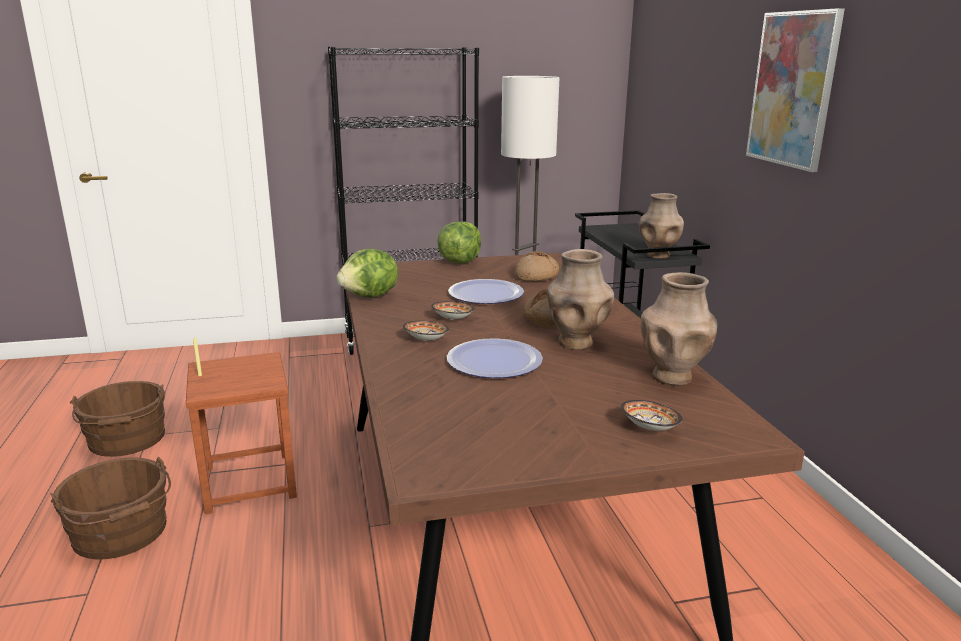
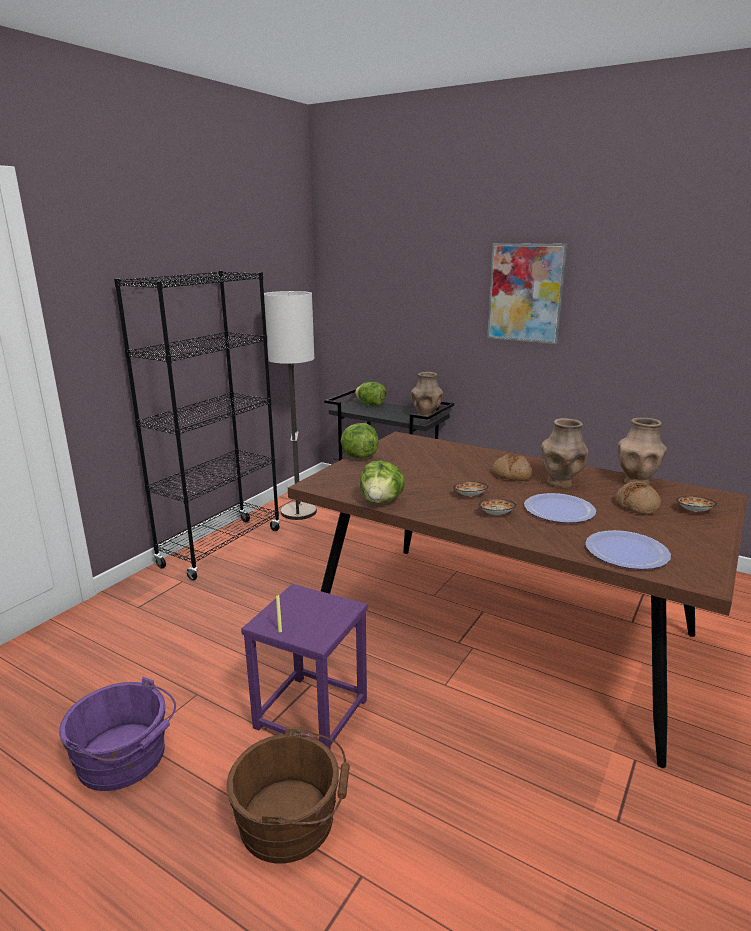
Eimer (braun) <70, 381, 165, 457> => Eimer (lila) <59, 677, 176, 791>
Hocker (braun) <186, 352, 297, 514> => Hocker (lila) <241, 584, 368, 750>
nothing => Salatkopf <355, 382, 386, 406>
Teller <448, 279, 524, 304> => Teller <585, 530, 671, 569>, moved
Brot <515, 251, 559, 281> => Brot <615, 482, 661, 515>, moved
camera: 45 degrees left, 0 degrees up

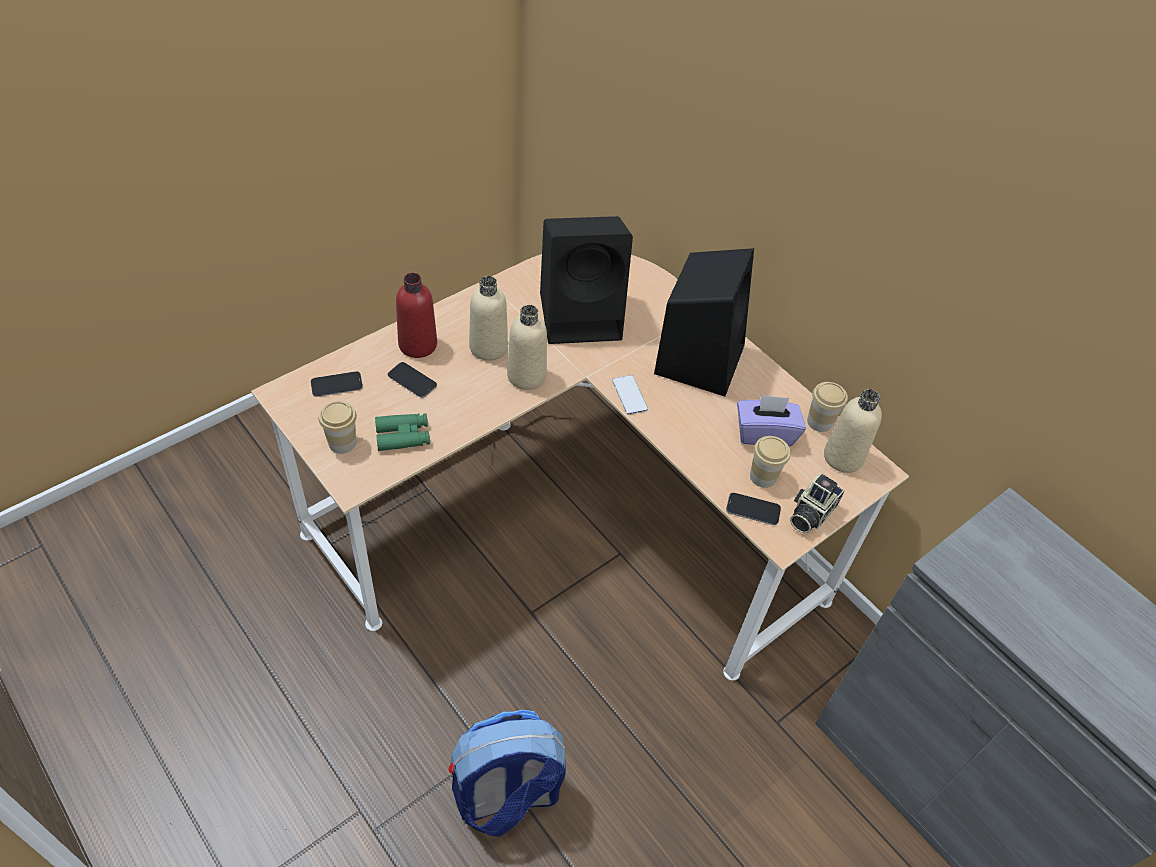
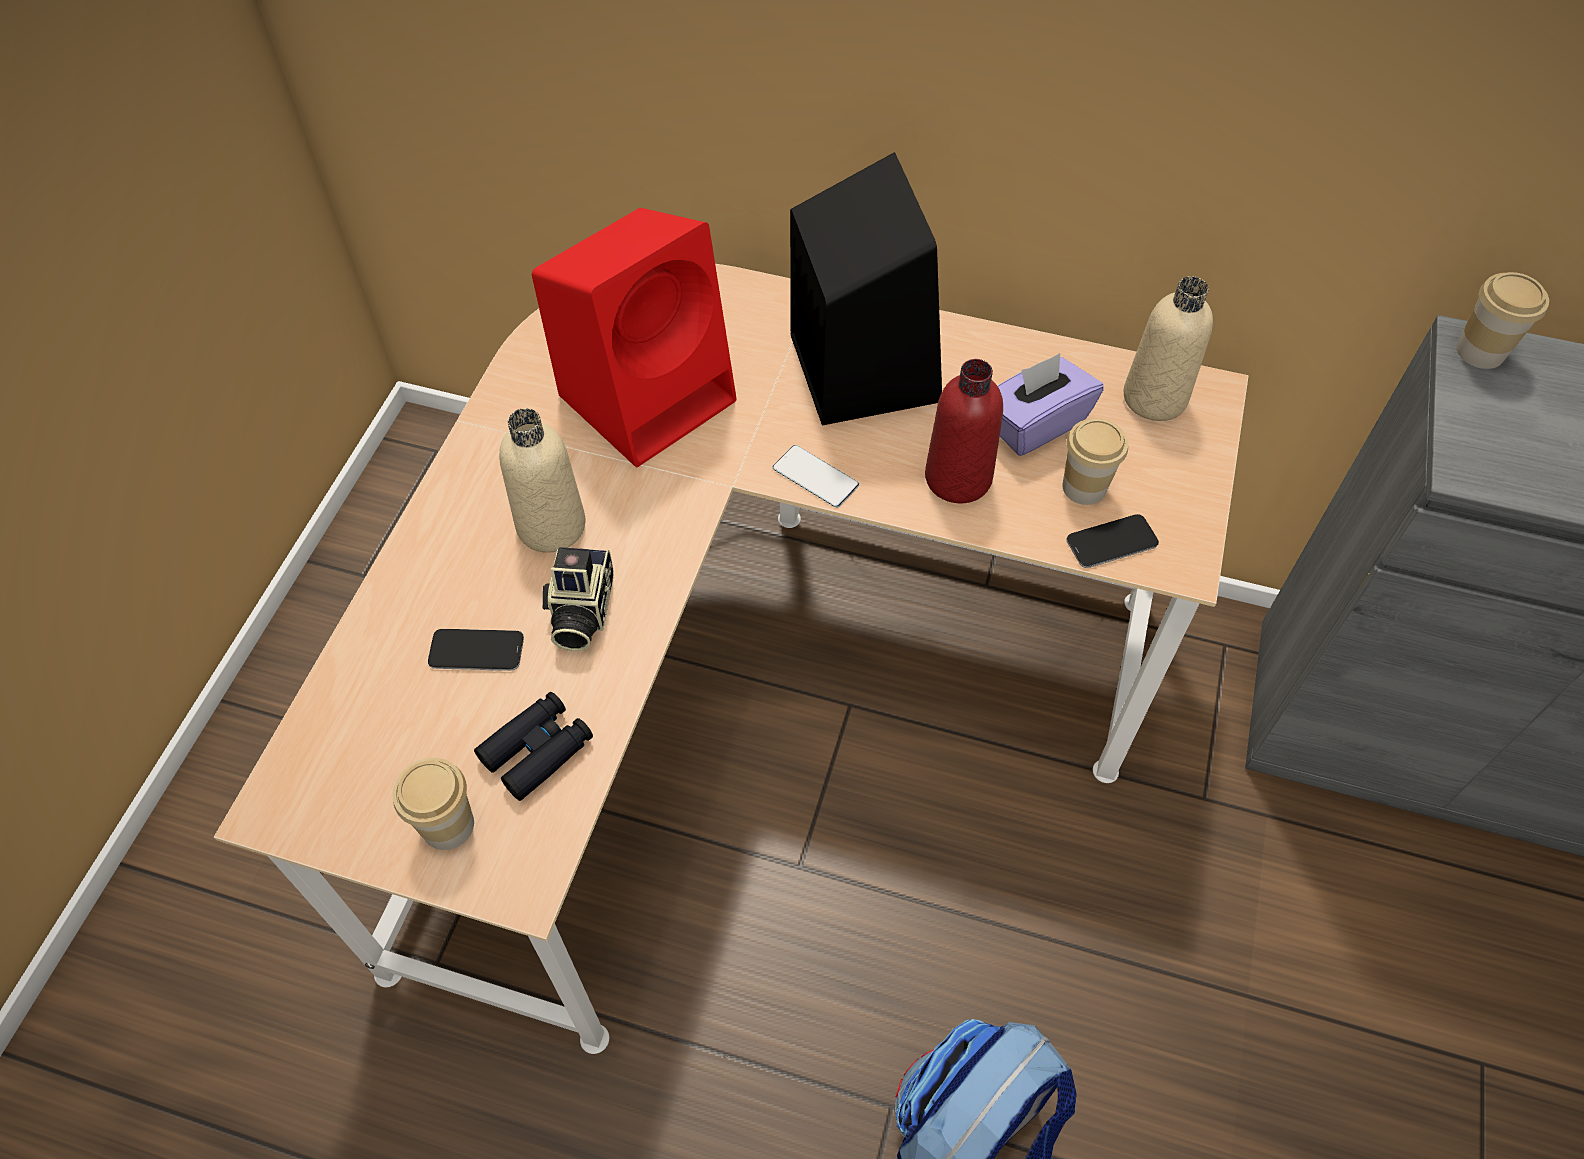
Fernglas (grün) <375, 413, 430, 451> => Fernglas (schwarz) <474, 692, 593, 801>
Lautsprecher (schwarz) <540, 216, 633, 344> => Lautsprecher (rot) <532, 208, 737, 468>
Kamera <790, 474, 845, 534> => Kamera <543, 547, 614, 651>, moved
Flasche (rot) <396, 273, 437, 358> => Flasche (rot) <925, 359, 1003, 503>, moved
Tasse <807, 382, 848, 432> => Tasse <1456, 272, 1549, 369>, moved
Handy <311, 371, 363, 397> => nothing
Flasche (beige) <507, 305, 547, 390> => nothing
camera: 30 degrees left, 5 degrees up

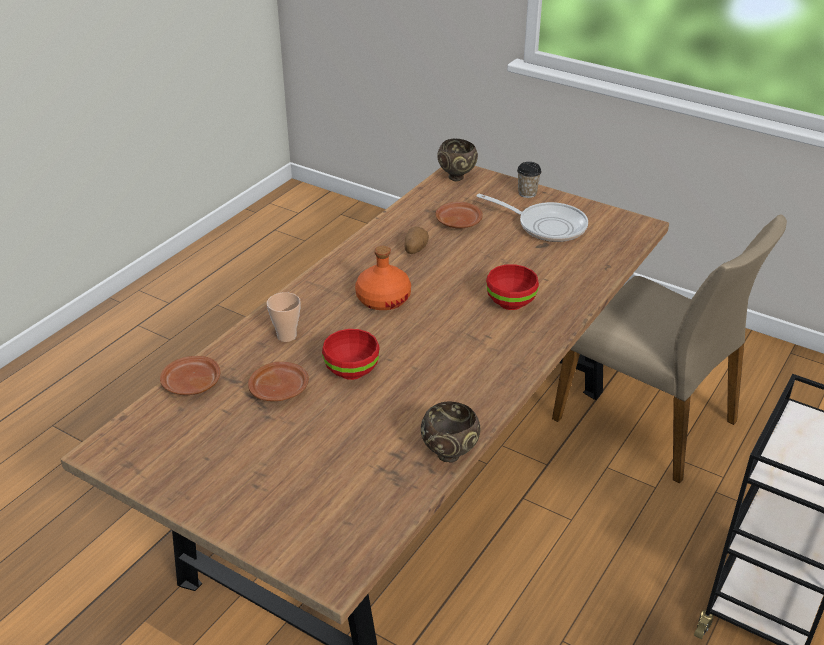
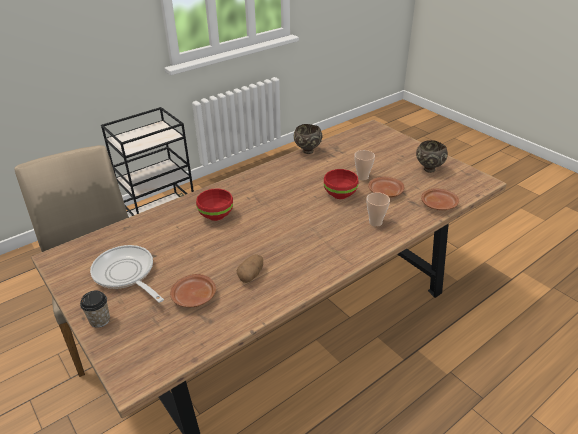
nothing => Tasse <354, 150, 375, 180>
Schüssel (braun) <437, 139, 478, 181> => Schüssel (braun) <416, 140, 448, 173>, moved
Flasche (orange) <355, 246, 411, 310> => nothing
camera: 160 degrees left, 0 degrees up

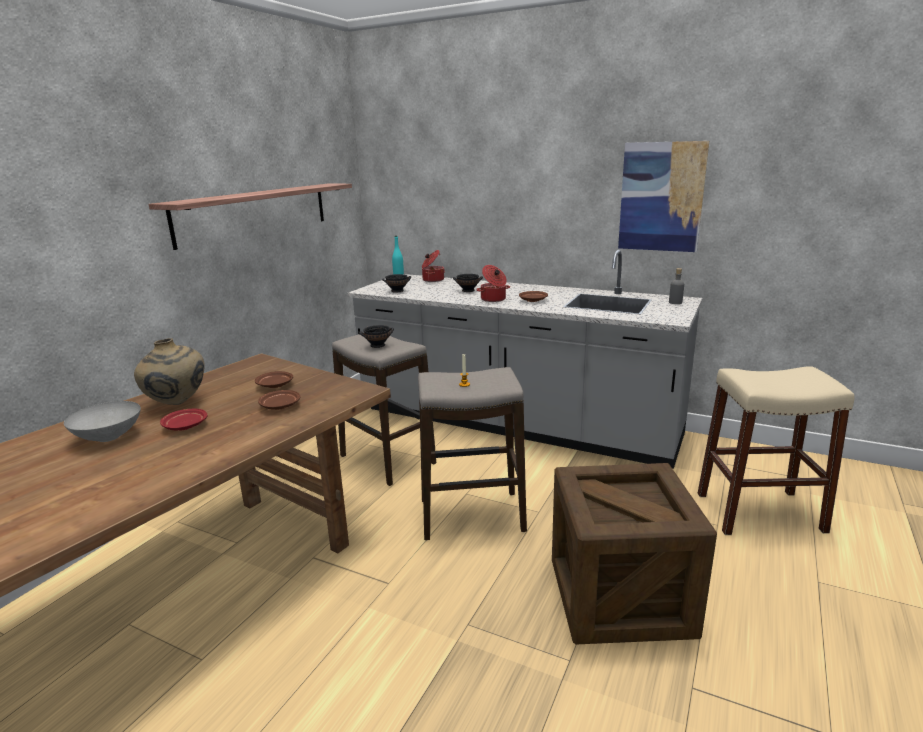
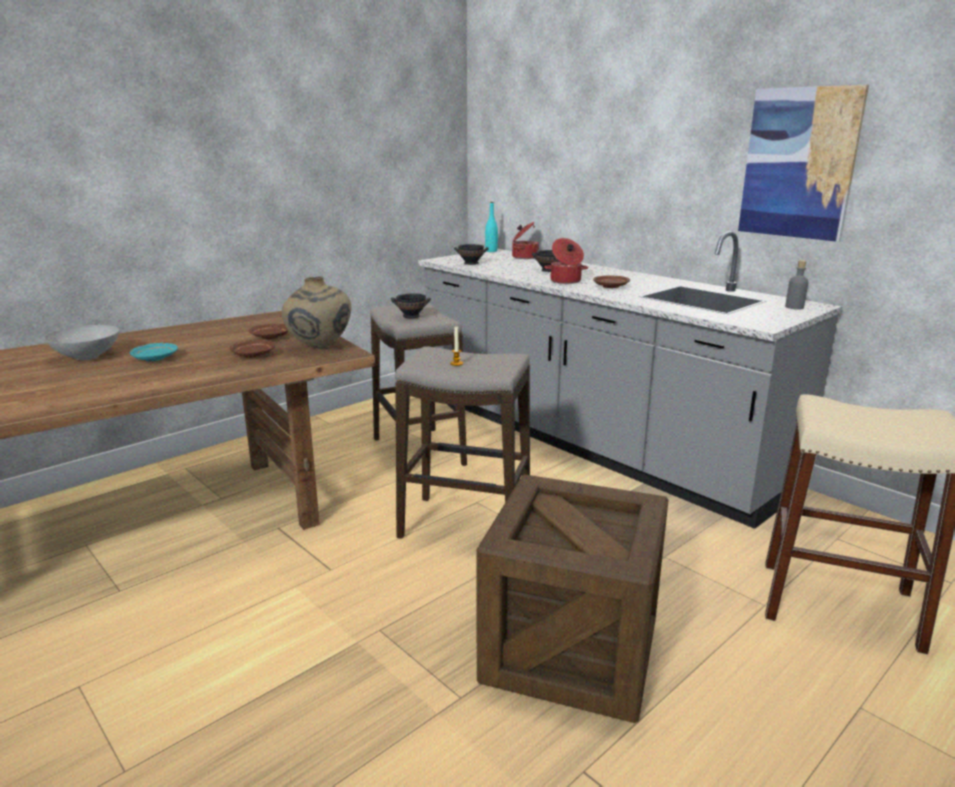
Teller (rot) <160, 409, 207, 430> => Teller (türkis) <130, 343, 178, 361>
Vase (beige) <134, 338, 205, 405> => Vase (beige) <282, 276, 352, 349>, moved
Wandregal <148, 184, 352, 250> => nothing
camera: 20 degrees right, 0 degrees up

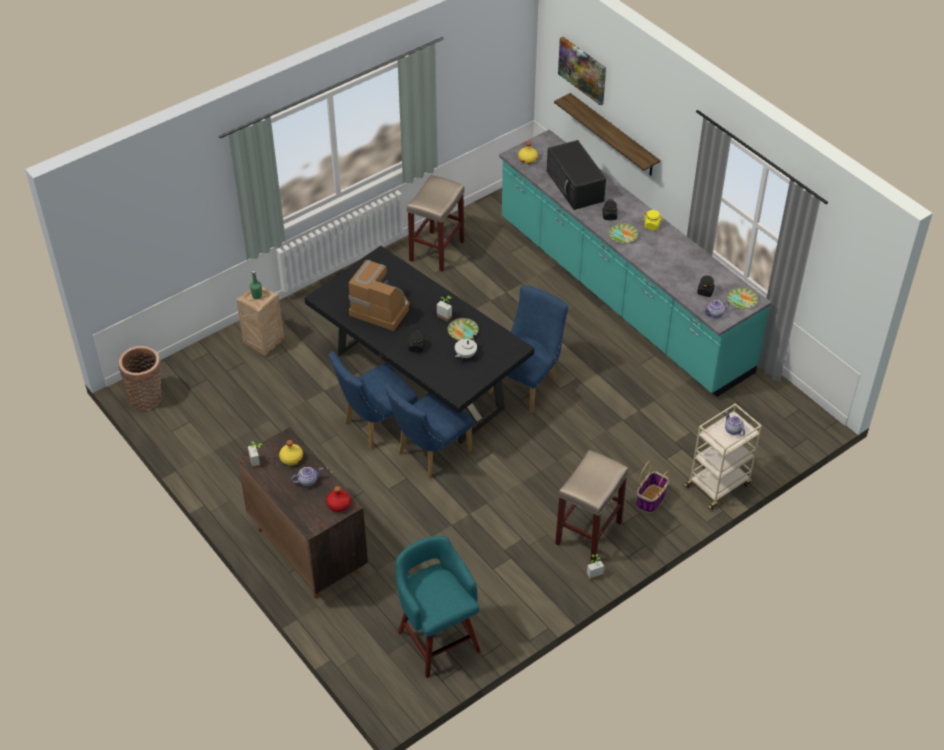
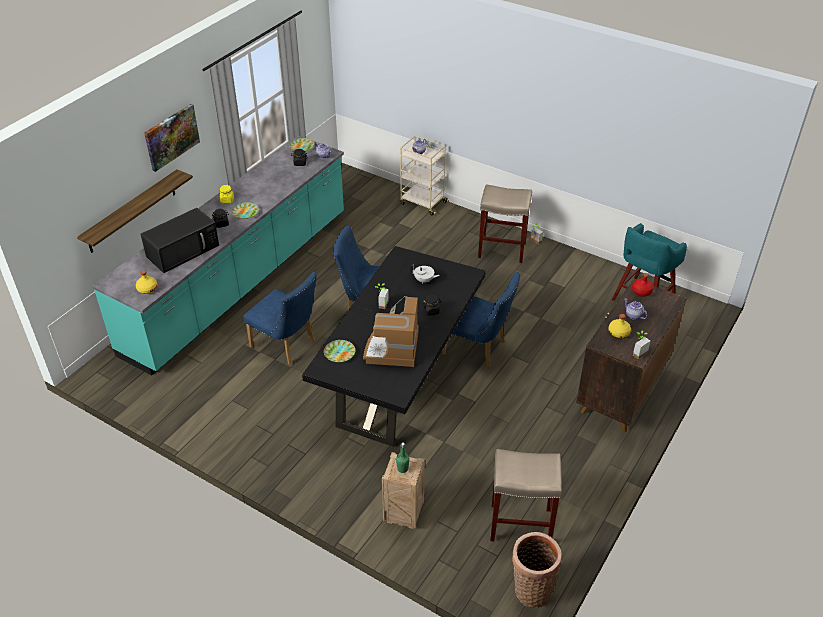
Bild <558, 37, 606, 106> => Bild <144, 104, 200, 172>, moved
Stuhl (blau) <329, 351, 417, 449> => Stuhl (blau) <243, 272, 317, 365>, moved
Teller <447, 318, 479, 340> => Teller <324, 340, 355, 362>, moved
Hocker (beige) <407, 175, 465, 272> => Hocker (beige) <490, 449, 562, 541>, moved
Korb <636, 461, 670, 513> => nothing
camera: 110 degrees left, 5 degrees down

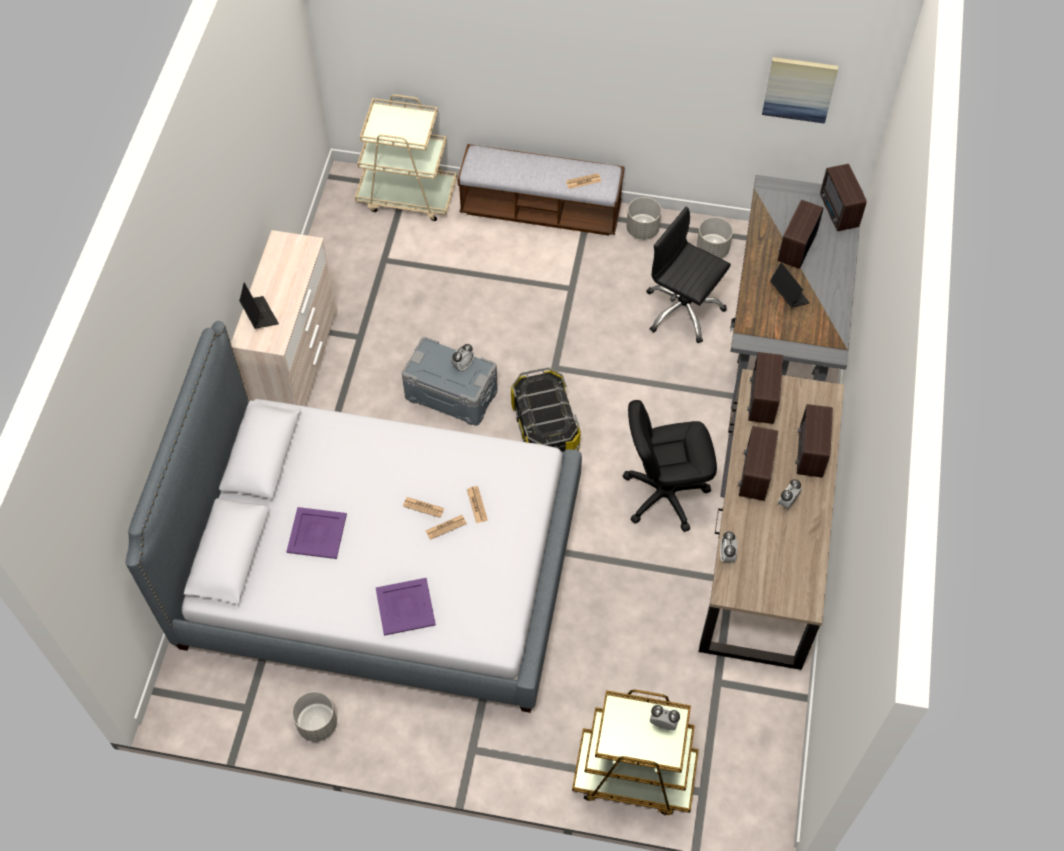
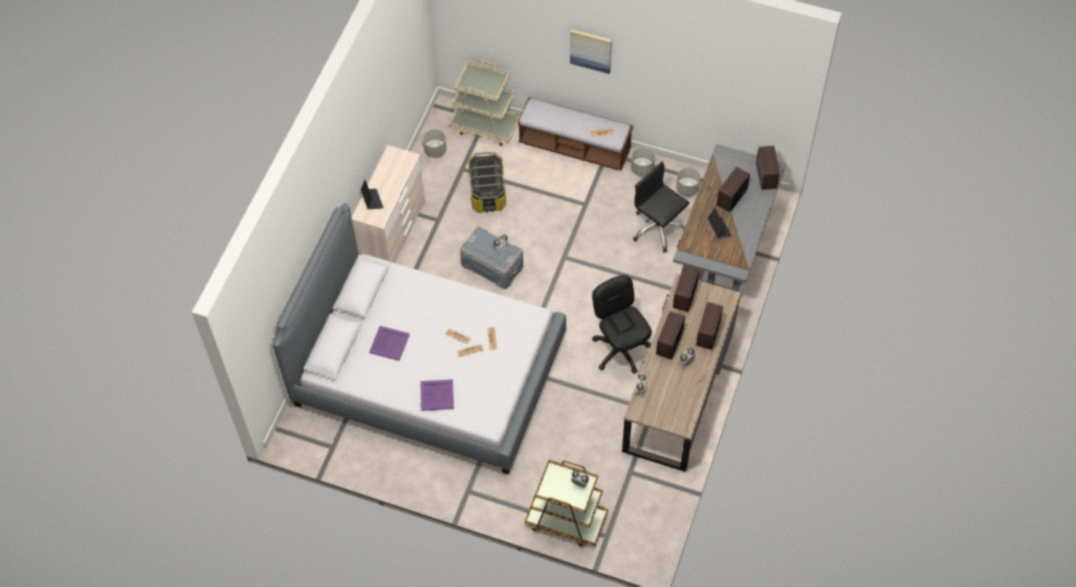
Pflanzkübel (grau) <292, 691, 337, 742> => Pflanzkübel (grau) <423, 129, 447, 158>, moved
Aufbewahrungsbox <511, 367, 581, 452> => Aufbewahrungsbox <468, 152, 506, 212>, moved
Bild <762, 57, 838, 124> => Bild <570, 29, 612, 74>, moved
Bürostuhl (schwarz) <623, 400, 717, 532> => Bürostuhl (schwarz) <592, 275, 652, 374>, 60 degrees clockwise
camera: 10 degrees right, 0 degrees up

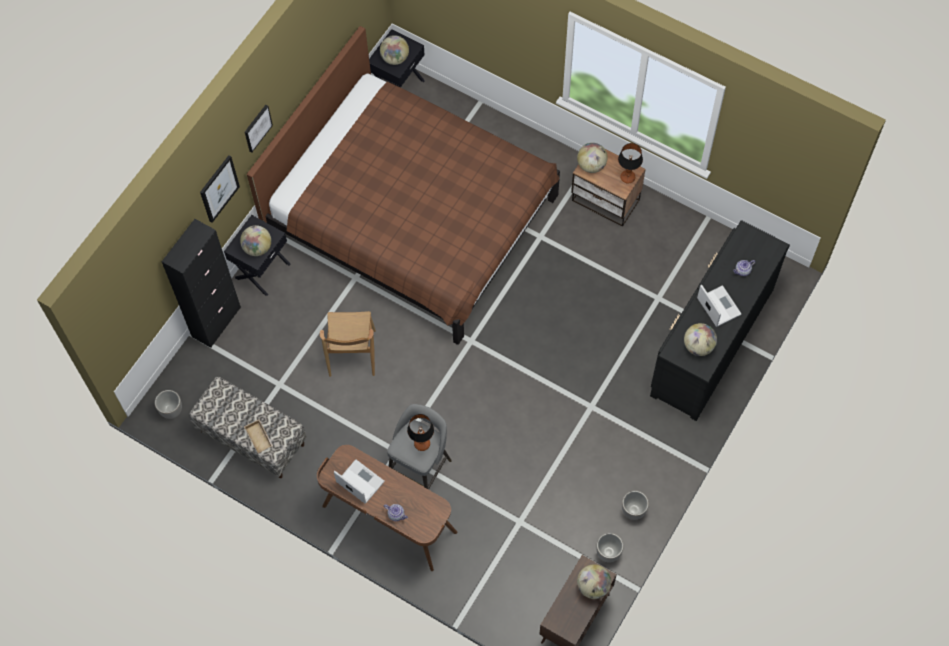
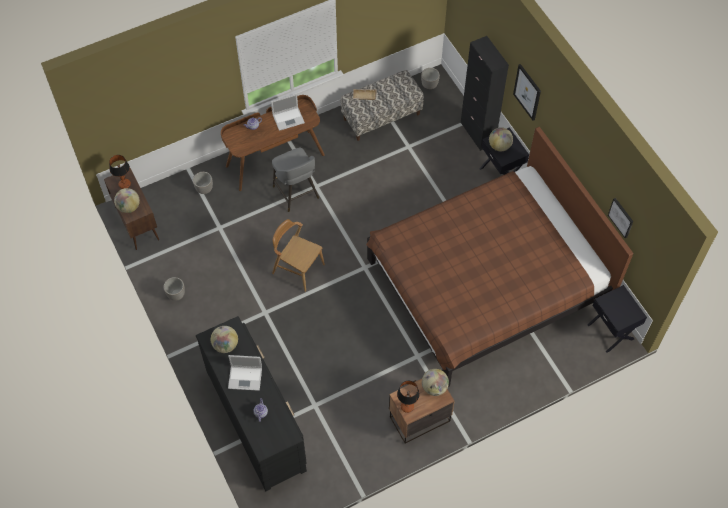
Tischlampe <407, 414, 434, 451> => Tischlampe <109, 155, 131, 189>, moved
Pflanzkübel <596, 533, 624, 562> => Pflanzkübel <193, 172, 213, 194>, moved
Stuhl (braun) <320, 311, 376, 377> => Stuhl (braun) <272, 219, 325, 292>, moved
Bild <245, 105, 273, 152> => Bild <608, 198, 633, 238>, moved
Globus <380, 35, 409, 65> => nothing
camera: 120 degrees right, 5 degrees down

